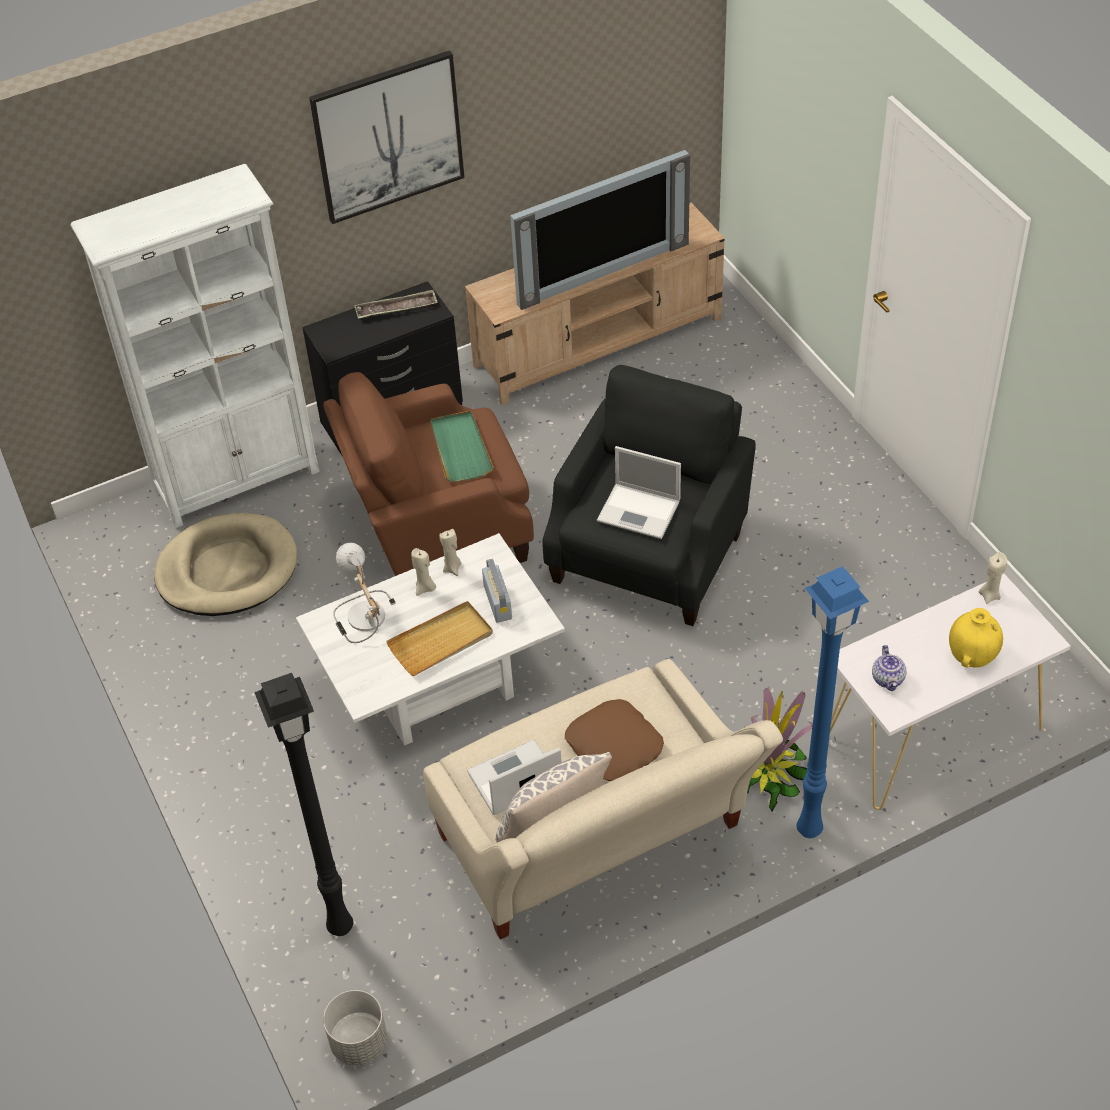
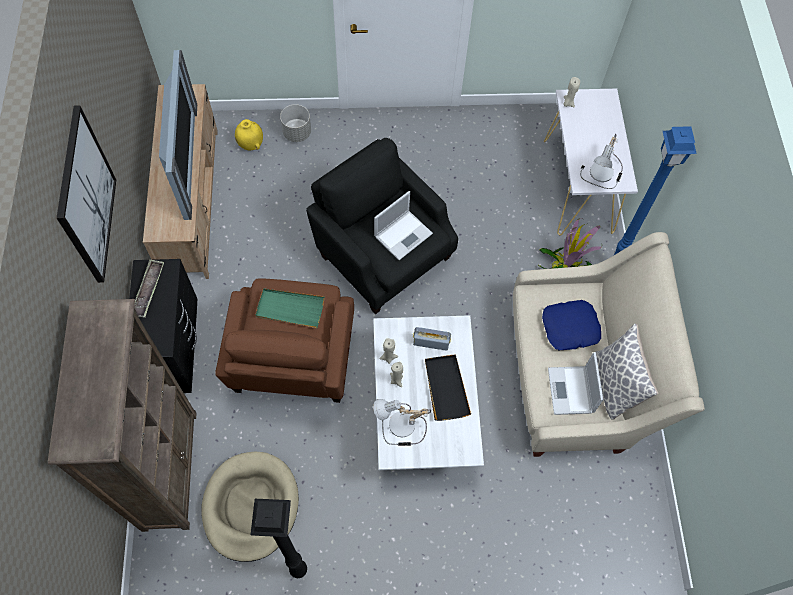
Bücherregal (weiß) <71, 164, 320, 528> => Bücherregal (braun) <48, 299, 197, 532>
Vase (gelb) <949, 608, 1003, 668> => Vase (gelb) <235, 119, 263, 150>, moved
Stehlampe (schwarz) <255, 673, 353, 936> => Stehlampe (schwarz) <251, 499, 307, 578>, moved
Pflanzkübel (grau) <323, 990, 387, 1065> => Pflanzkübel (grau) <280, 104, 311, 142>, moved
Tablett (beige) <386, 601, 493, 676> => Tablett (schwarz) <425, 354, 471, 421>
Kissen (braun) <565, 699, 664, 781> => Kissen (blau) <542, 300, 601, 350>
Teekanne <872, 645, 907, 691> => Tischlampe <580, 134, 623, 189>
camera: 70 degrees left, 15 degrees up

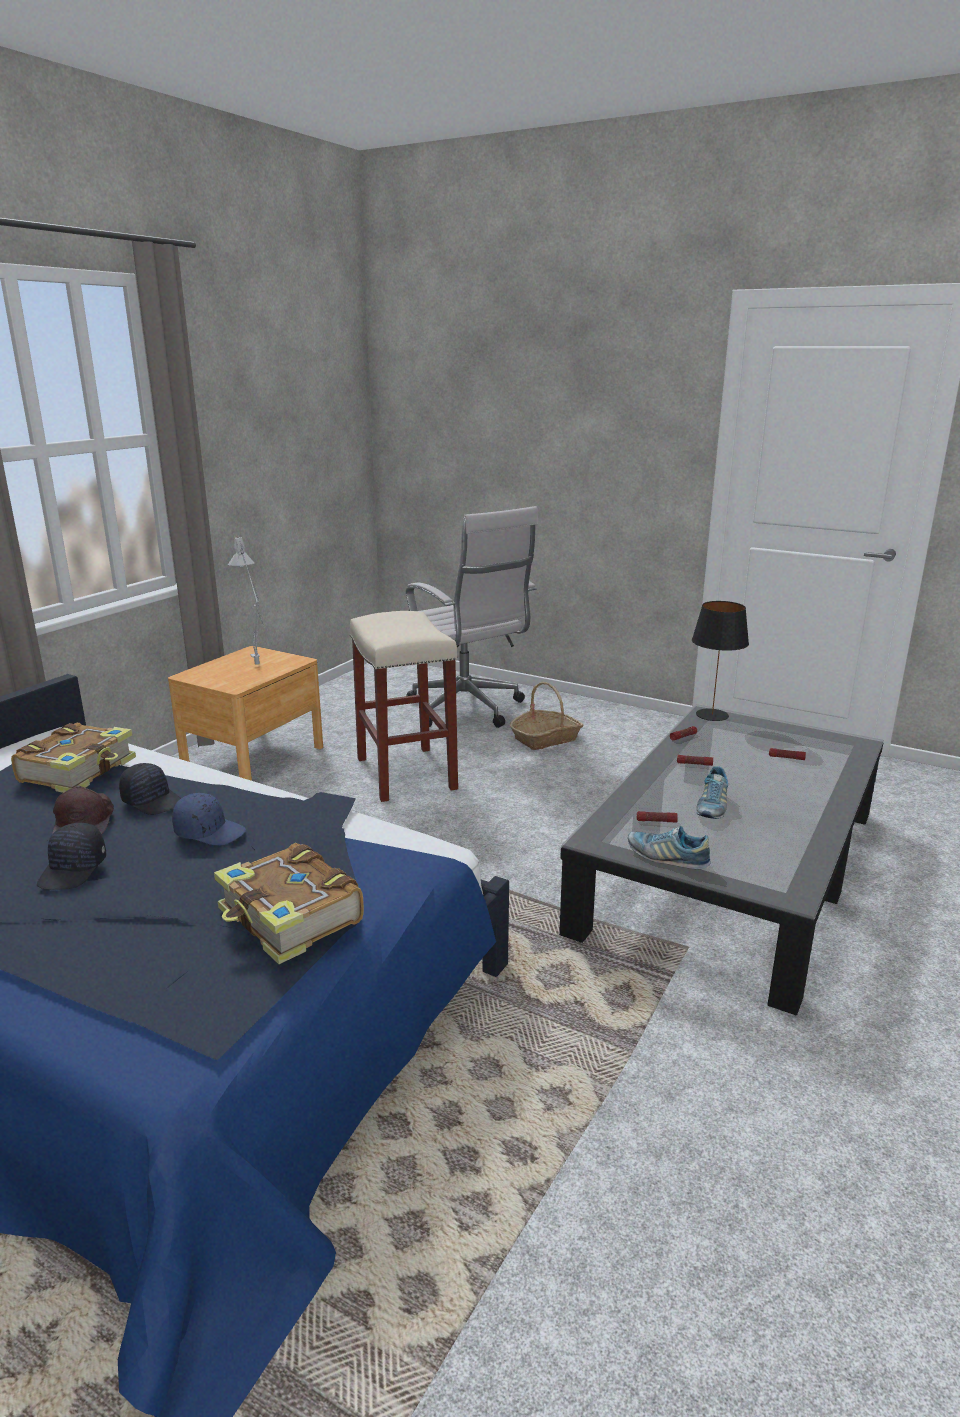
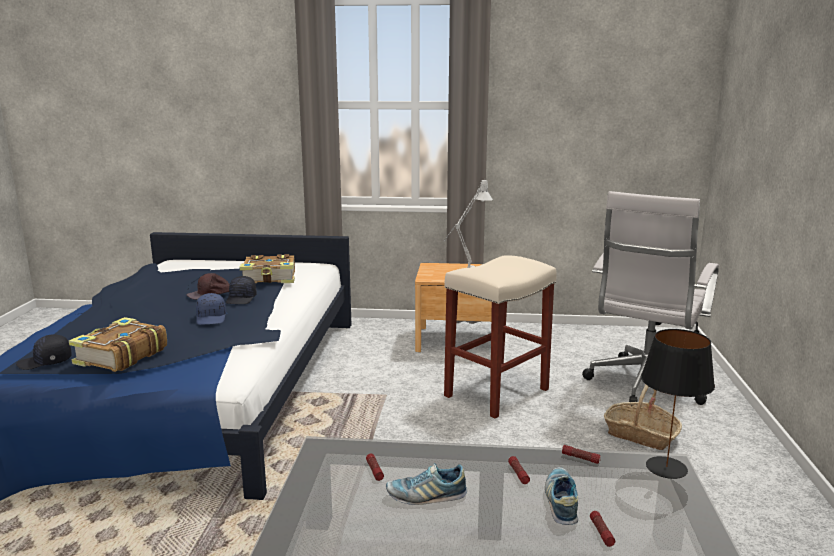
Kappe (schwarz) <37, 823, 106, 890> => Kappe (schwarz) <16, 334, 72, 370>, moved
Schuh <628, 826, 711, 870> => Schuh <545, 467, 578, 525>, moved
camera: 65 degrees right, 5 degrees down

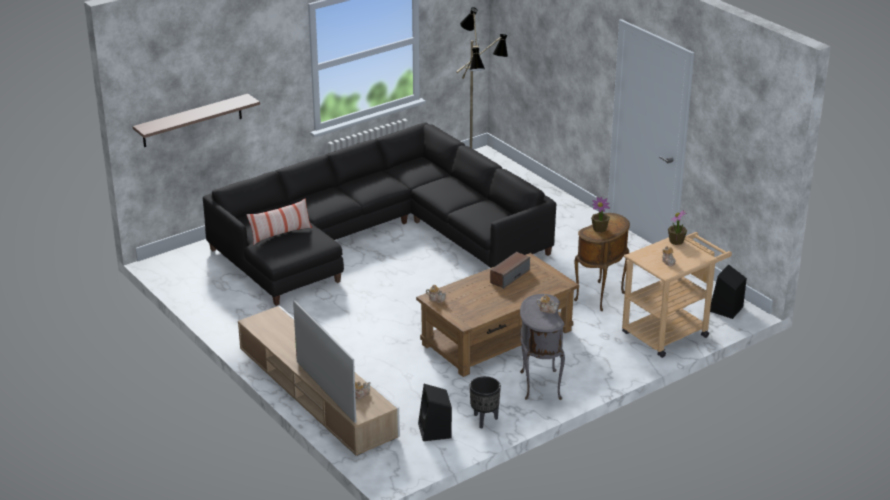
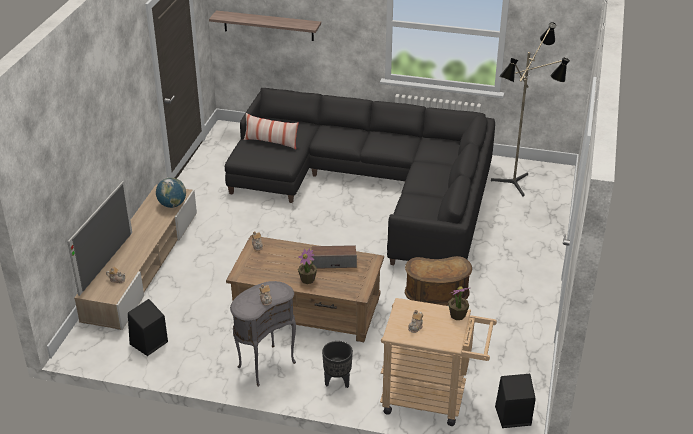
nothing => Globus <156, 178, 186, 208>
Topfpflanze <591, 197, 610, 232> => Topfpflanze <298, 248, 317, 284>, moved
Pflanzkübel (schwarz) <470, 376, 501, 429> => Pflanzkübel (schwarz) <322, 341, 353, 388>, moved
camera: 50 degrees right, 5 degrees up

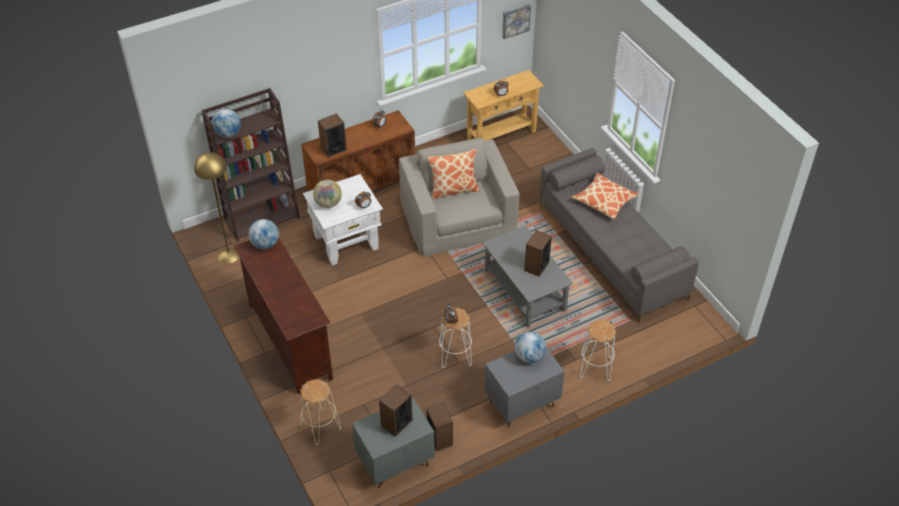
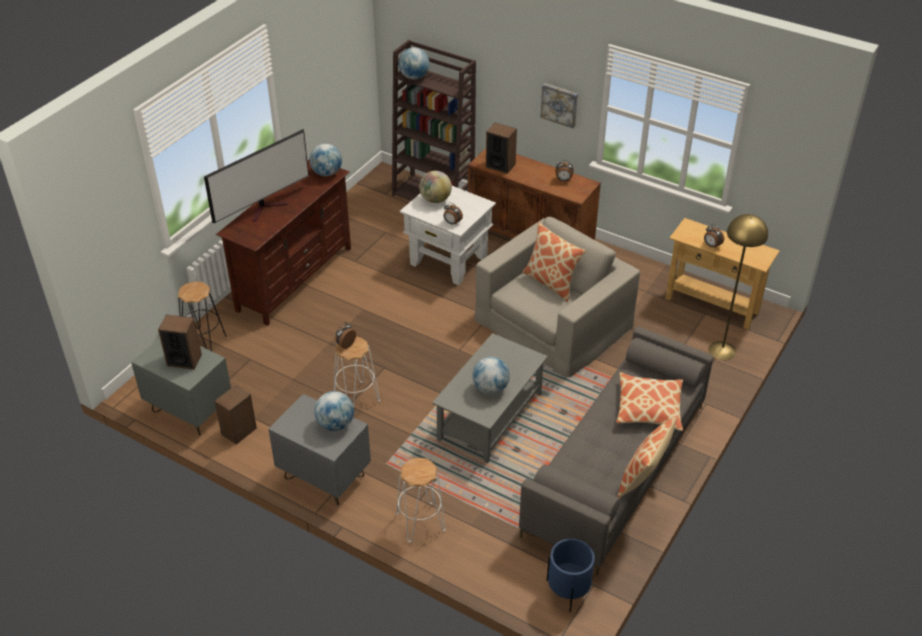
Hocker (beige) <300, 379, 341, 445> => Hocker (schwarz) <178, 281, 226, 351>
nothing => Fernseher <204, 129, 309, 223>
Lautsprecher <524, 230, 552, 277> => Globus <472, 357, 510, 394>
Bild <502, 4, 531, 39> => Bild <540, 83, 578, 128>, moved
nothing => Pflanzkübel (blau) <547, 538, 595, 612>
nothing => Kissen <617, 416, 677, 498>
Stehlampe (gelb) <194, 152, 239, 264> => Stehlampe (gelb) <709, 214, 768, 360>, moved
camera: 60 degrees right, 5 degrees down

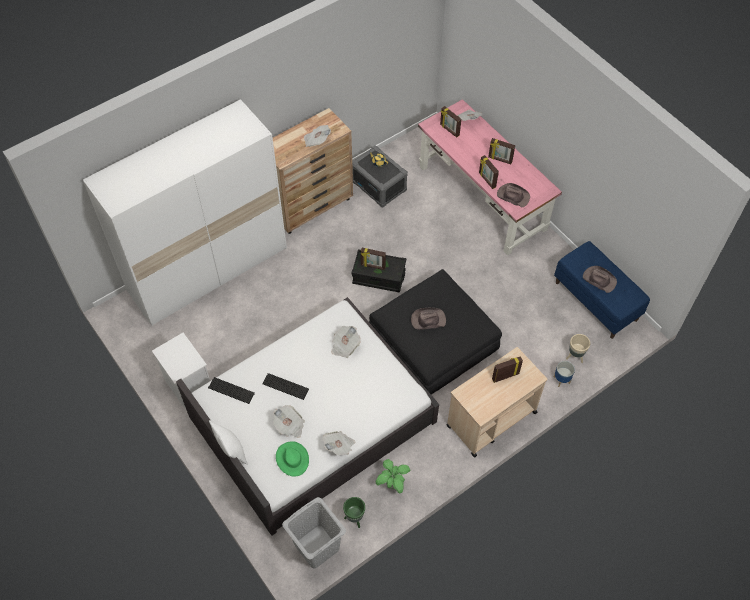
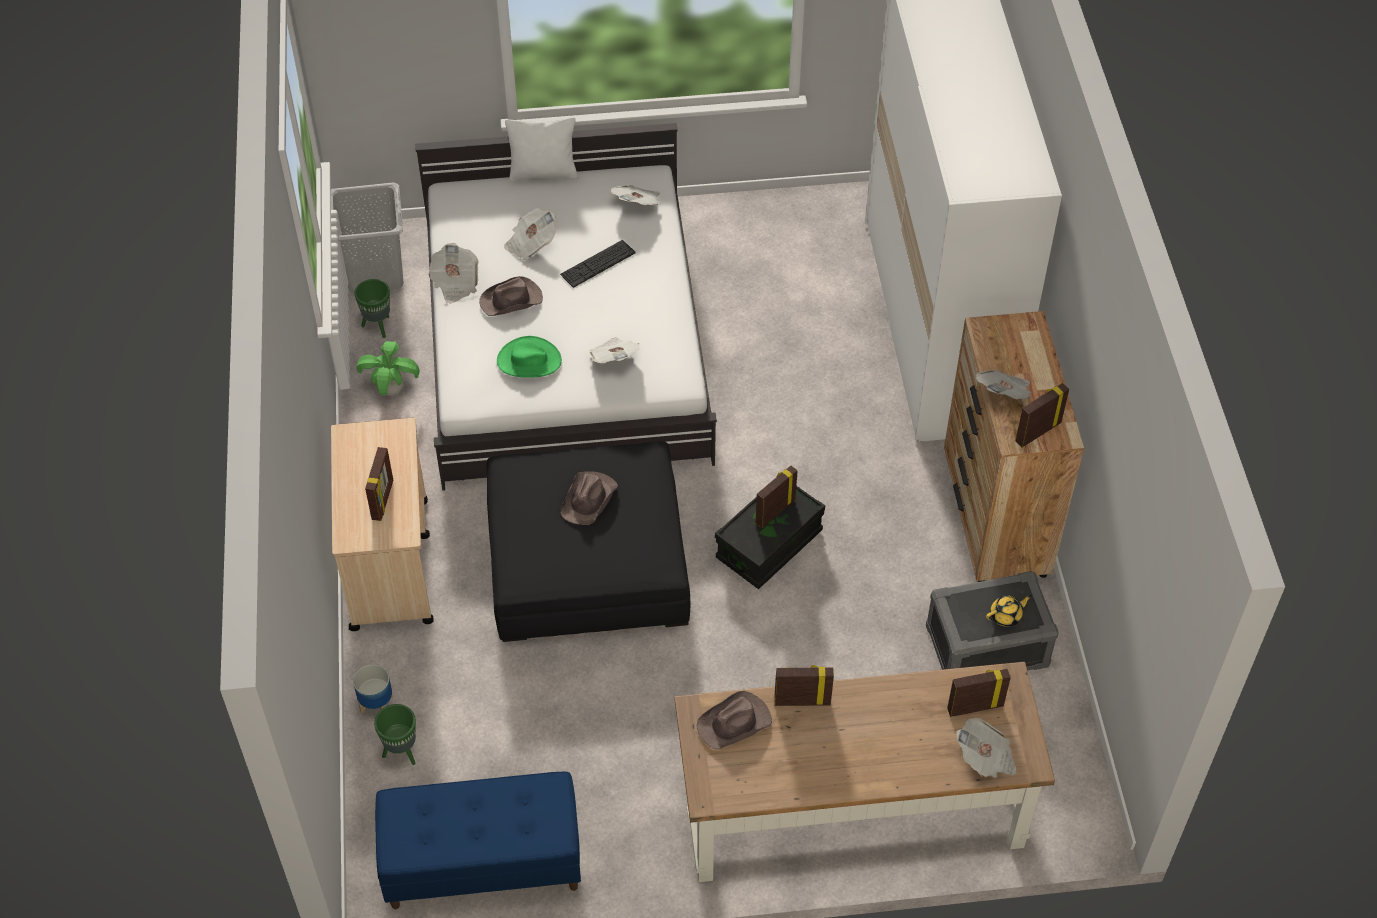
Pflanzkübel (beige) <566, 334, 590, 363> => Pflanzkübel (grün) <374, 704, 416, 765>
Hut (braun) <583, 266, 617, 293> => Hut (braun) <479, 276, 543, 316>, moved
Hut (grün) <276, 441, 309, 476> => Hut (grün) <497, 336, 562, 378>, moved
Tastatur <208, 377, 255, 404> => Zeitung <611, 185, 660, 205>
Schreibtisch (rosa) <418, 99, 562, 256> => Schreibtisch (braun) <675, 662, 1055, 882>
Bilderrahmen <488, 138, 515, 164> => Bilderrahmen <1015, 383, 1069, 447>, moved
Nachttisch (weiß) <152, 333, 210, 409> => nothing
camera: 120 degrees right, 5 degrees down

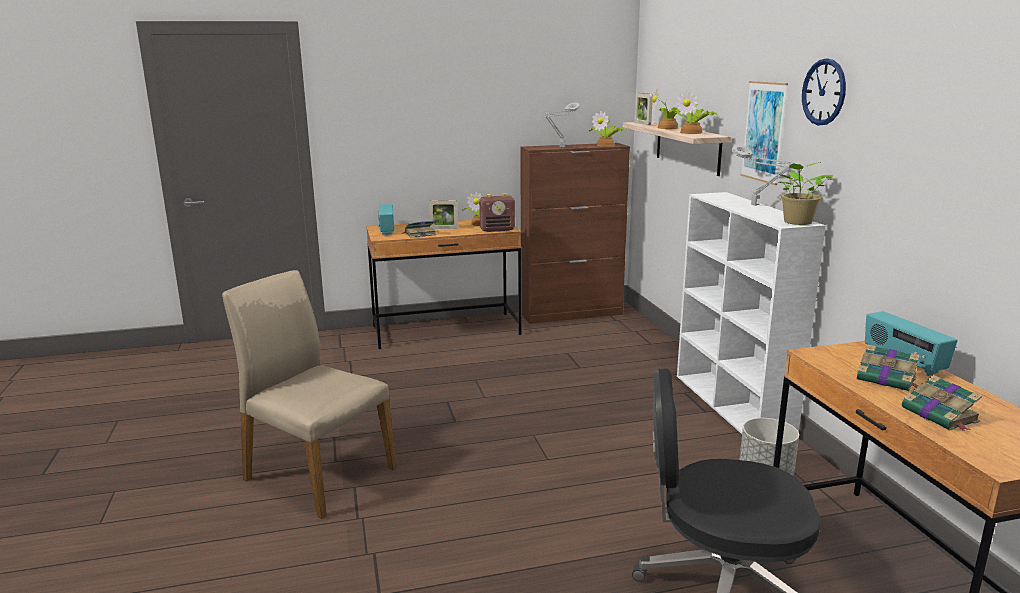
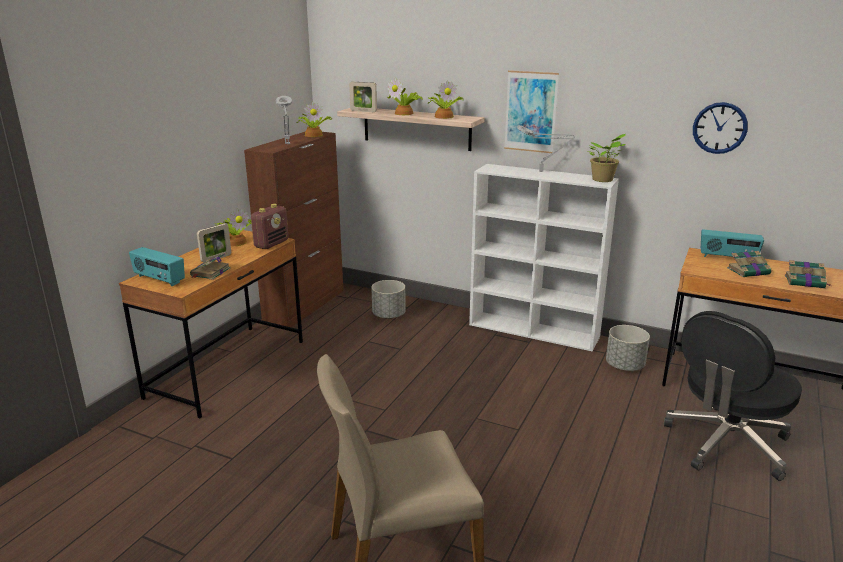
nothing => Pflanzkübel (grau) <371, 280, 406, 319>
Wanduhr <802, 58, 846, 125> => Wanduhr <693, 102, 748, 154>, moved
camera: 50 degrees left, 5 degrees up

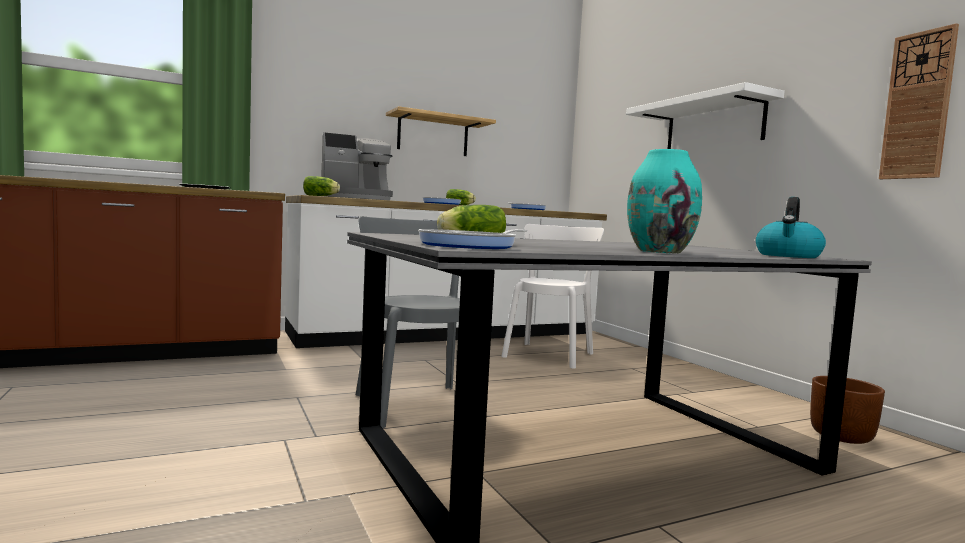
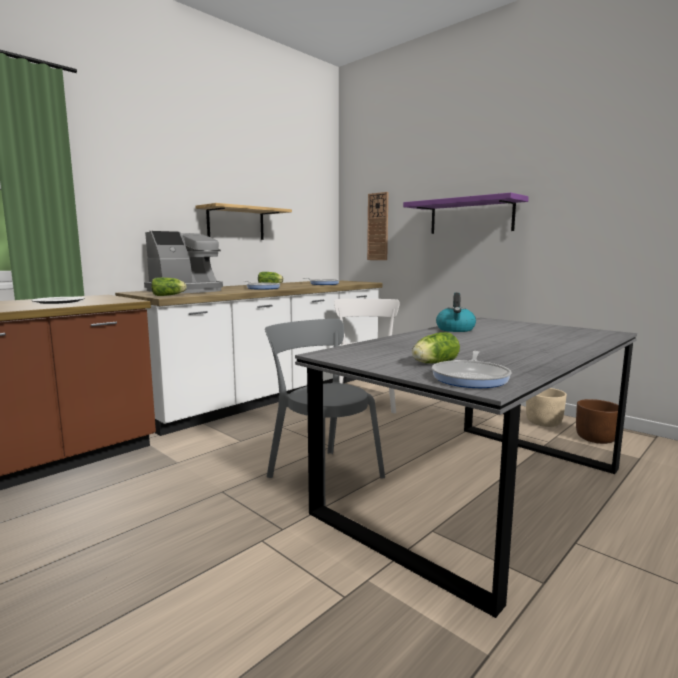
Wanduhr <879, 23, 959, 179> => Wanduhr <367, 192, 388, 260>, moved
Wandregal (weiß) <626, 82, 785, 149> => Wandregal (lila) <403, 193, 529, 234>
Wasserkessel <756, 197, 826, 258> => Wasserkessel <436, 293, 476, 332>, moved
nothing => Pflanzkübel (beige) <526, 388, 567, 427>
Vase (türkis) <627, 149, 702, 254> => nothing
camera: 20 degrees left, 5 degrees up

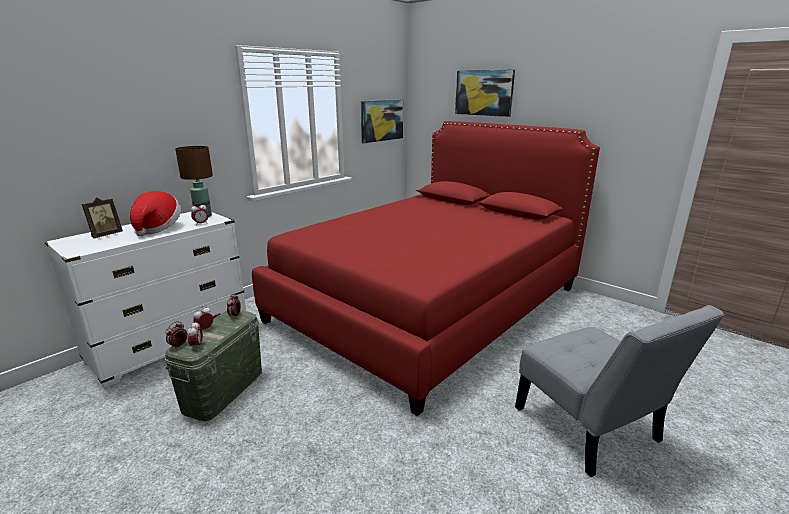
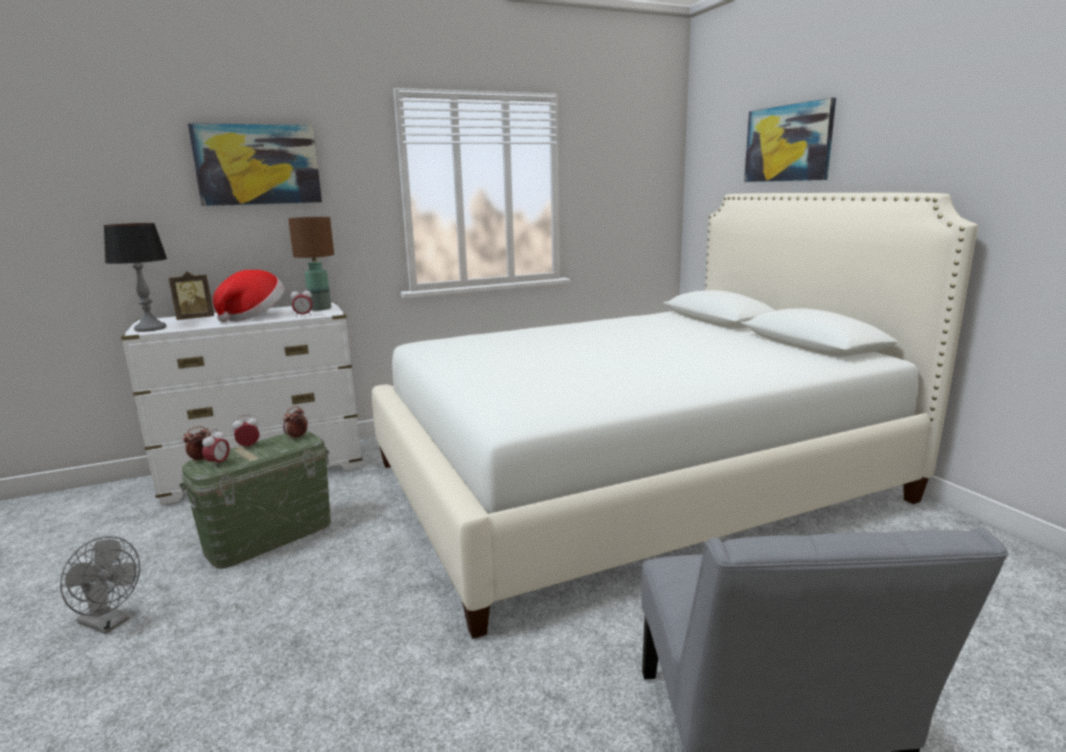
nothing => Ventilator (grau) <60, 536, 140, 634>
nothing => Tischlampe <104, 223, 167, 332>
Bild <361, 100, 403, 143> => Bild <188, 123, 322, 206>, moved
Bett (rot) <252, 121, 600, 416> => Bett (weiß) <372, 193, 978, 639>
camera: 25 degrees right, 5 degrees down

